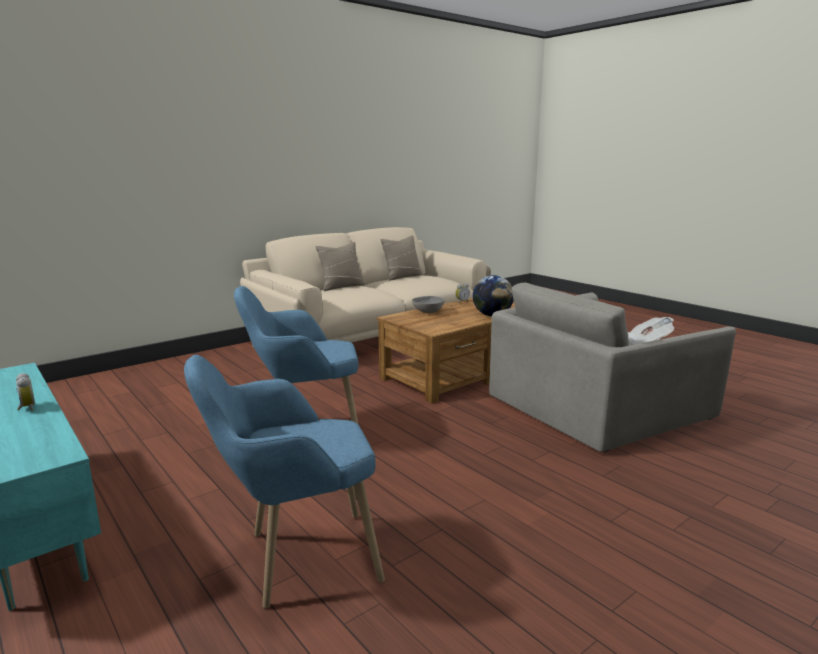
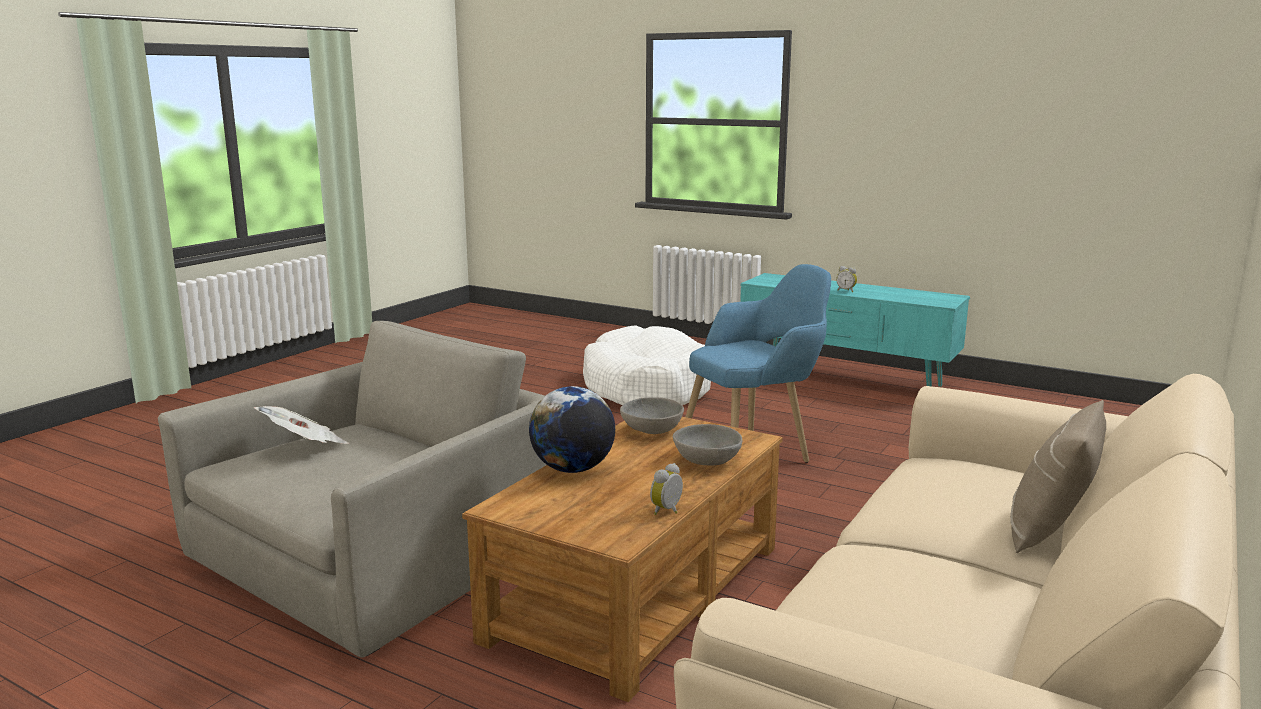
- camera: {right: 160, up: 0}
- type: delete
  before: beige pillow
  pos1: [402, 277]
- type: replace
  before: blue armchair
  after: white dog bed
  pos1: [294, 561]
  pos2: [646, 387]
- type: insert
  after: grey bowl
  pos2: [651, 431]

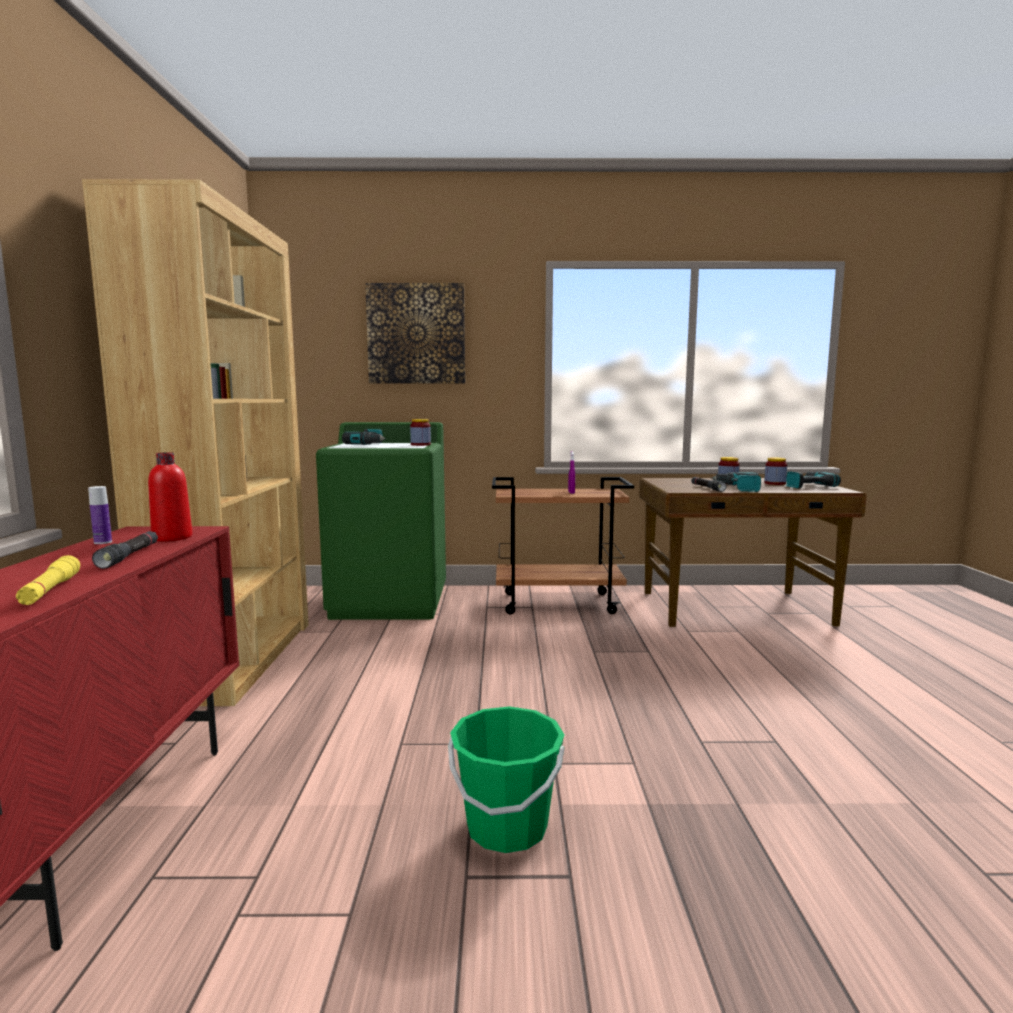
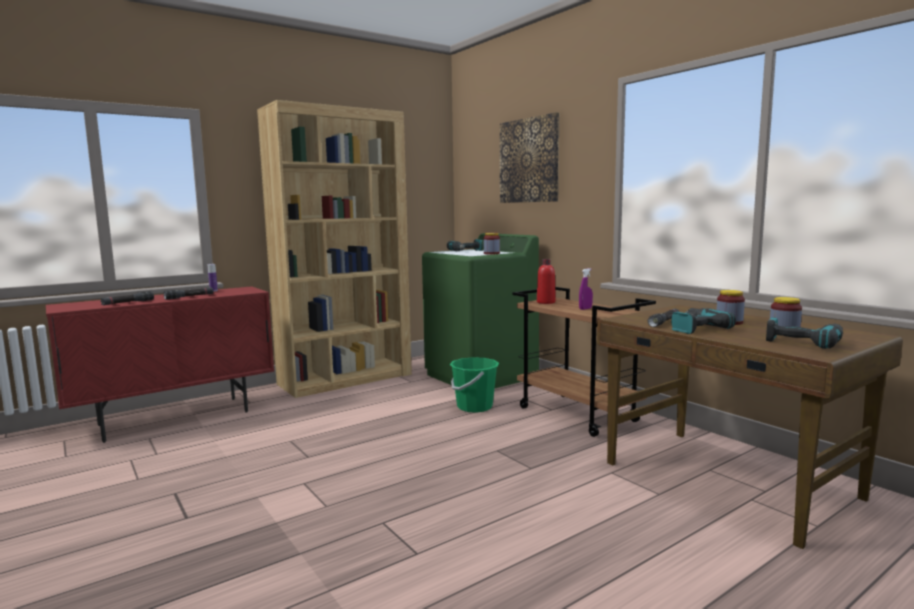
- camera: {right: 55, up: 0}
- type: move
  before: red bottle
  pos1: [172, 538]
  pos2: [546, 302]
- type: recolor
  before: yellow flashlight
  after: black flashlight
  pos1: [50, 590]
  pos2: [128, 303]
- type: move
  before: green bucket
  pos1: [506, 827]
  pos2: [474, 407]

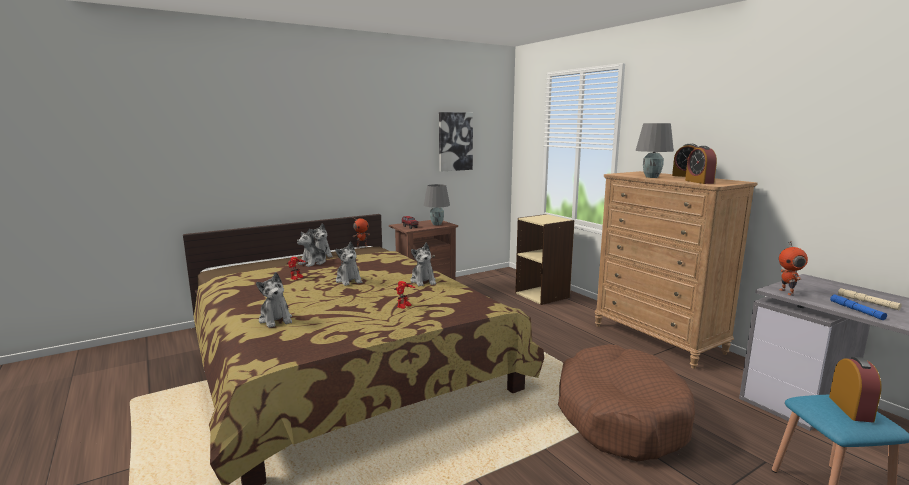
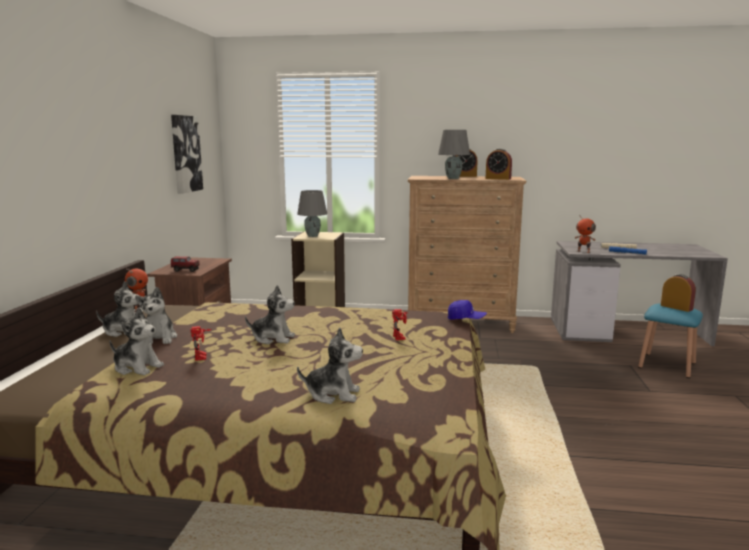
- camera: {right: -50, up: 0}
- type: move
  before: grey table lamp
  pos1: [436, 224]
  pos2: [312, 236]
- type: move
  before: plush toy
  pos1: [423, 281]
  pos2: [137, 367]
- type: delete
  before: brown dog bed
  pos1: [620, 416]
- type: insert
  after: blue cap
  pos2: [466, 319]

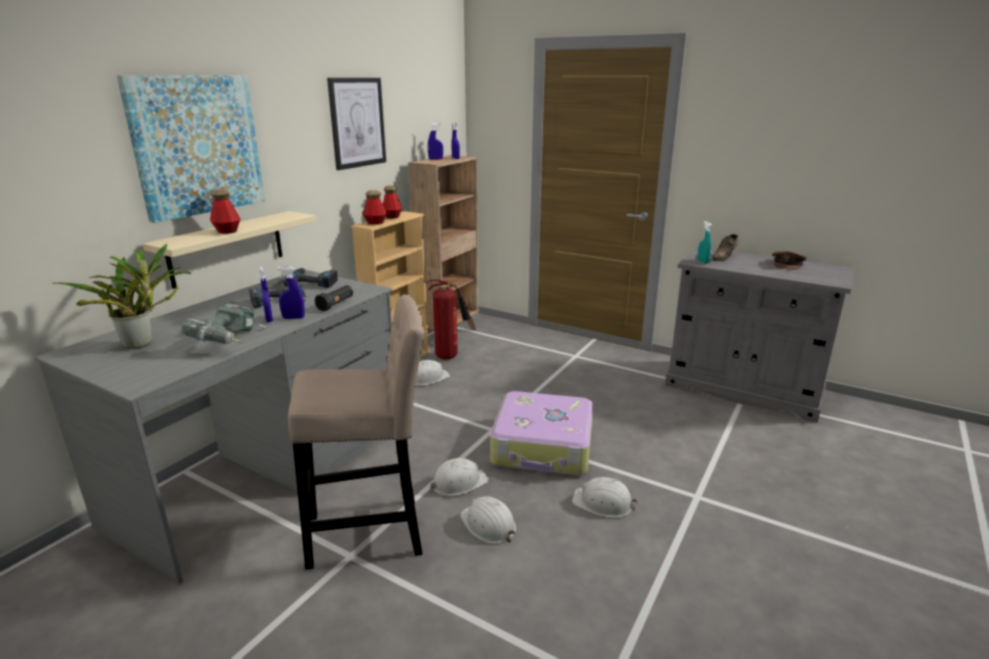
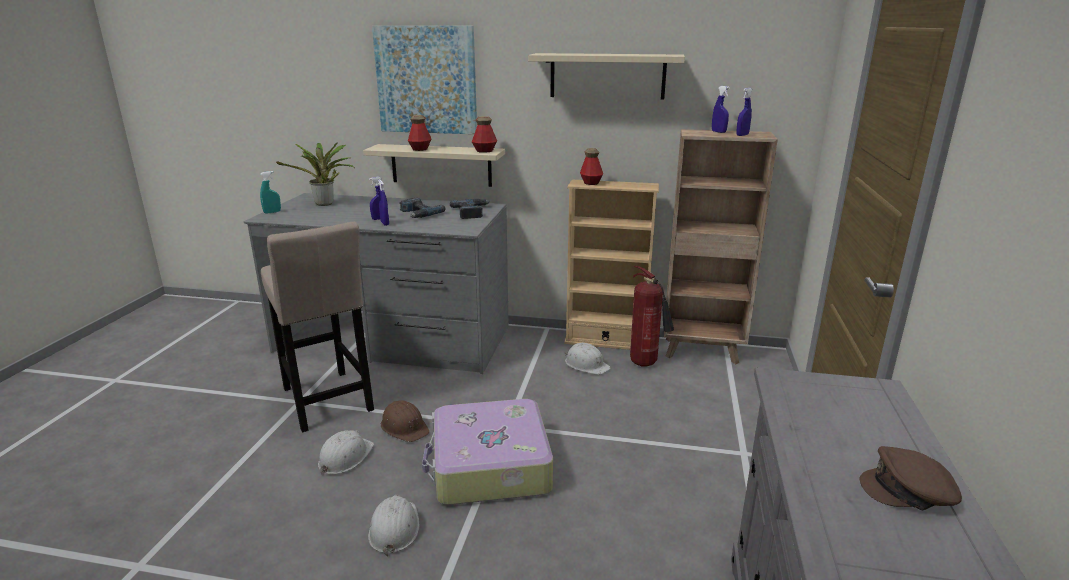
- camera: {right: 70, up: 0}
- type: replace
  before: picture
  after: beige shelf
  pos1: [357, 122]
  pos2: [607, 76]
- type: move
  before: bottle
  pos1: [392, 217]
  pos2: [484, 151]
- type: move
  before: turquoise spray bottle
  pos1: [702, 262]
  pos2: [272, 212]
- type: delete
  before: brown shoe
  pos1: [724, 257]
- type: delete
  before: black flashlight
  pos1: [336, 304]
- type: delete
  before: power drill
  pos1: [230, 341]
- type: recolor
  before: white hard hat
  after: brown hard hat
  pos1: [459, 483]
  pos2: [404, 427]

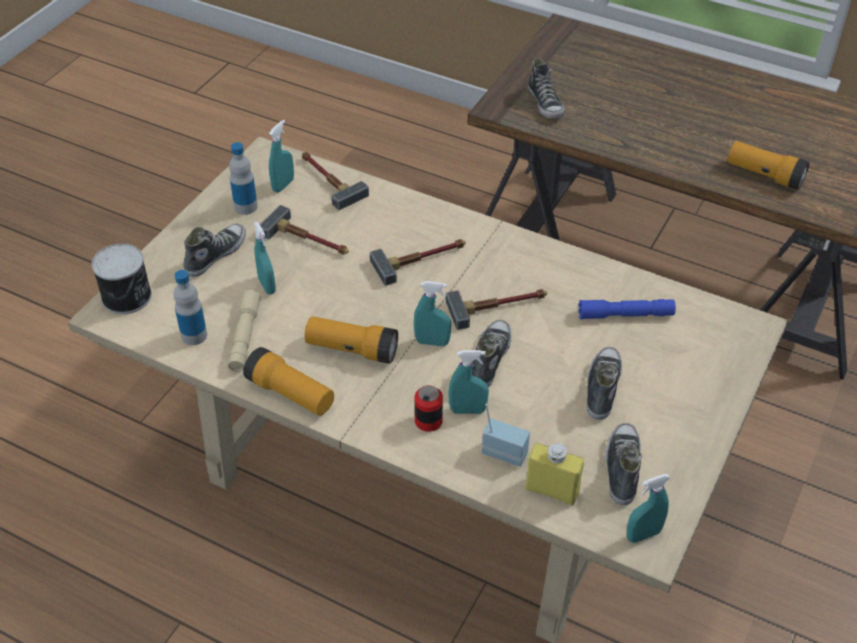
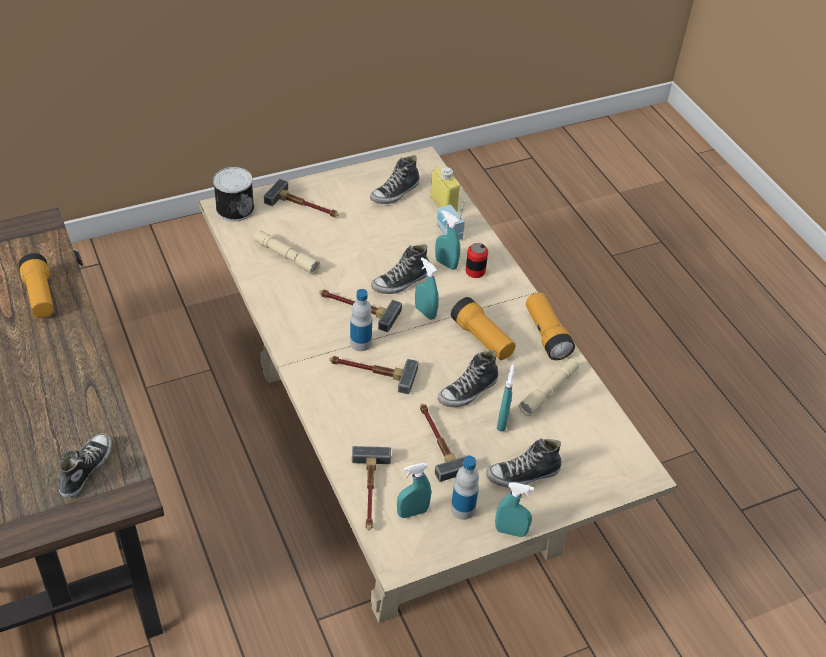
- camera: {right: -145, up: 0}
- type: move
  before: can
  pos1: [128, 297]
  pos2: [234, 208]
- type: move
  before: bottle
  pos1: [194, 335]
  pos2: [360, 343]
- type: recolor
  before: blue flashlight
  after: beige flashlight
  pos1: [625, 315]
  pos2: [286, 257]
- type: move
  before: shoe
  pos1: [602, 388]
  pos2: [468, 391]
- type: move
  before: turquoise spray bottle
  pos1: [643, 534]
  pos2: [510, 531]
- type: insert
  after: hammer
  pos2: [304, 206]

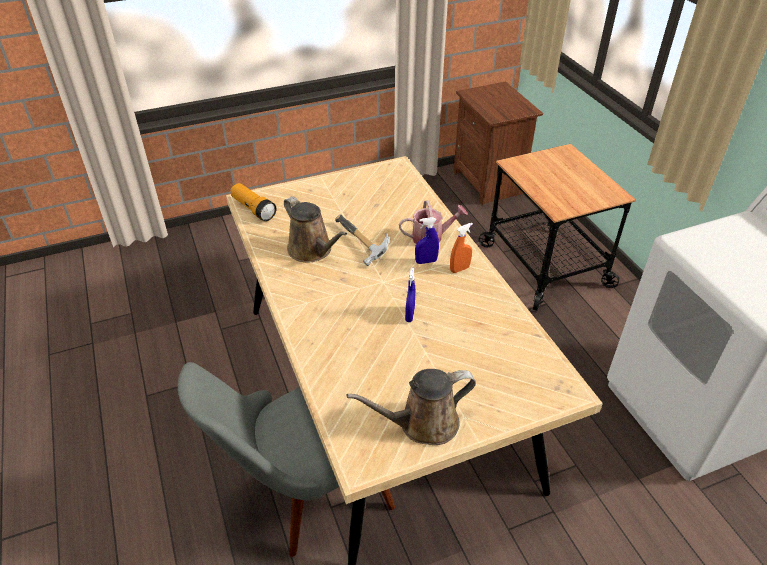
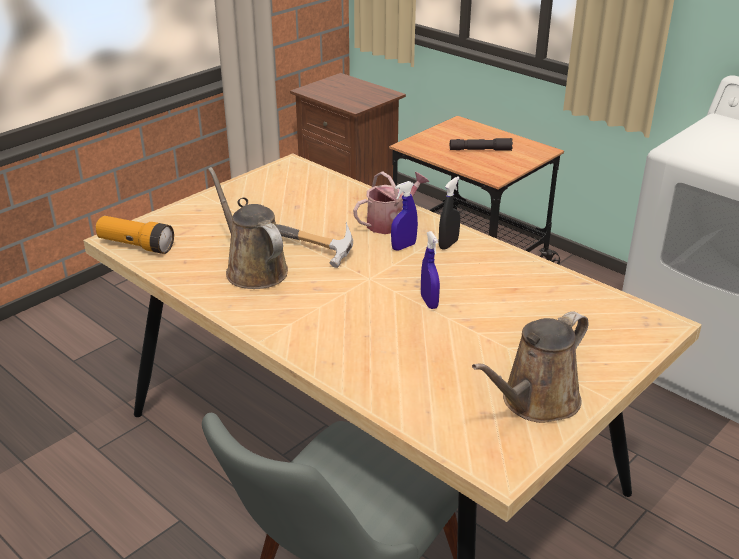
- camera: {right: -25, up: -10}
- type: rotate
  before: brown watering can
  pos1: [312, 250]
  pos2: [253, 269]
  turn: -150
- type: recolor
  before: orange spray bottle
  after: black spray bottle
  pos1: [459, 269]
  pos2: [448, 244]
- type: insert
  after: black flashlight
  pos2: [480, 150]

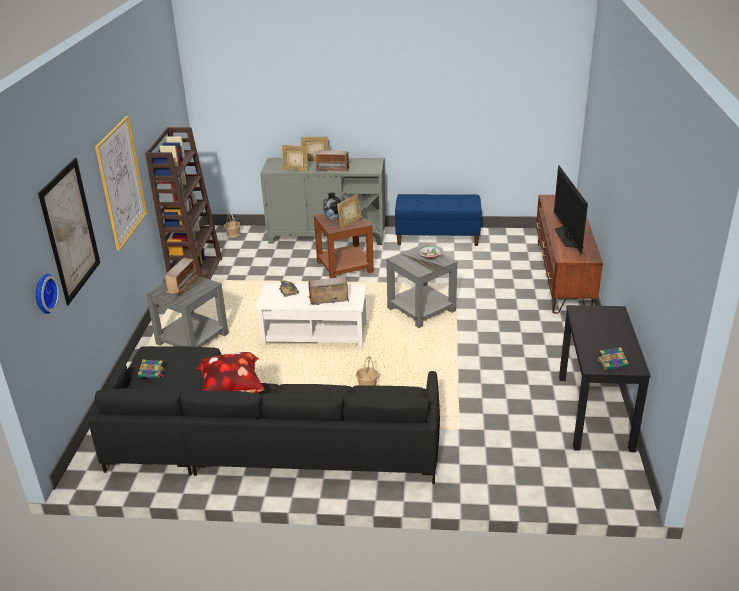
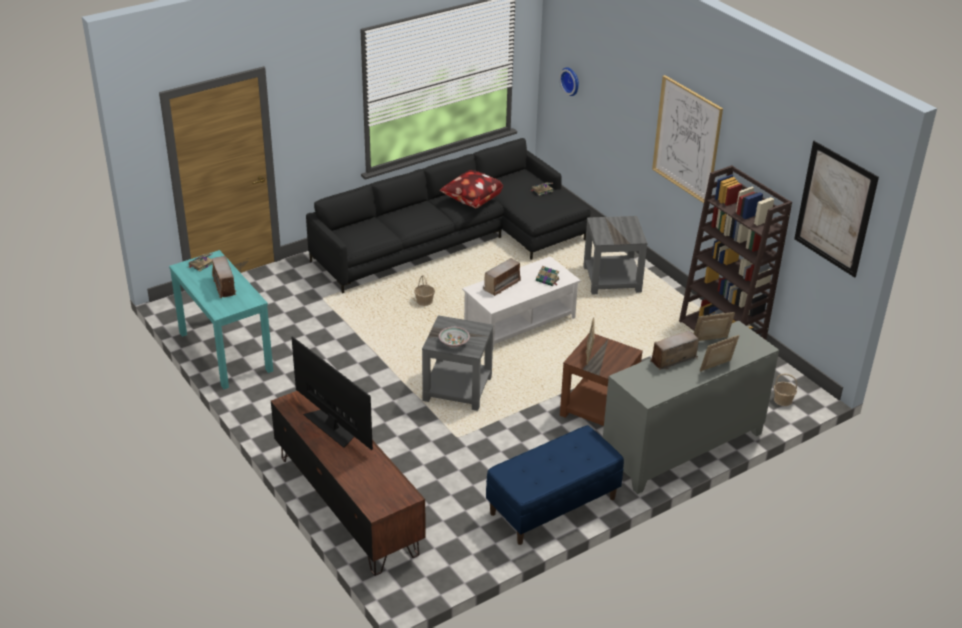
- camera: {right: 140, up: 5}
- type: move
  before: picture
  pos1: [71, 230]
  pos2: [835, 209]
- type: delete
  before: vase
  pos1: [332, 219]
- type: move
  before: radio
  pos1: [182, 285]
  pos2: [224, 286]
- type: recolor
  before: black console table
  after: turquoise console table
  pos1: [595, 412]
  pos2: [225, 351]

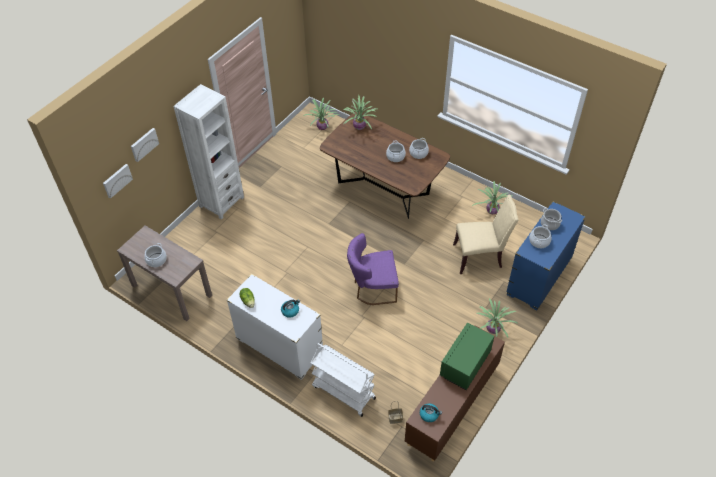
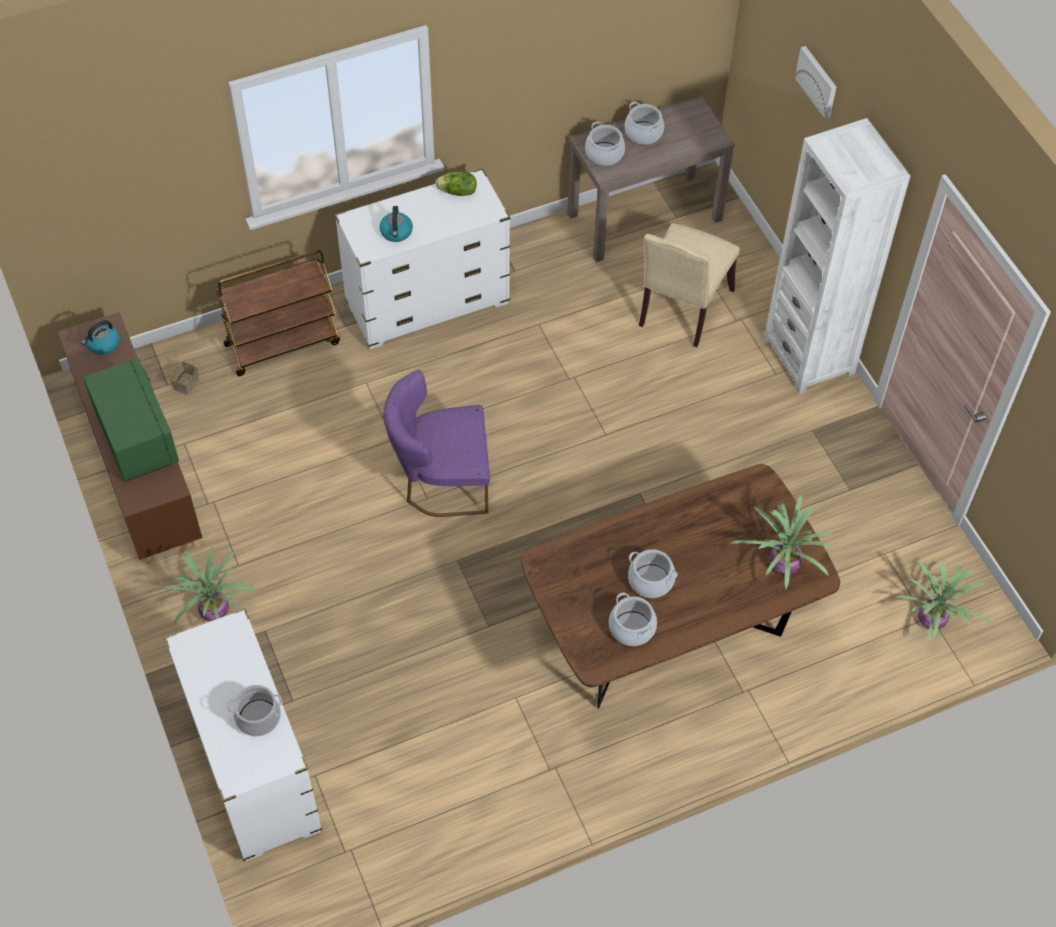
- camera: {right: 120, up: 5}
- type: delete
  before: picture
  pos1: [117, 180]
- type: delete
  before: potted plant
  pos1: [491, 211]
- type: move
  before: beige chair
  pos1: [480, 256]
  pos2: [682, 310]
- type: recolor
  before: blue dresser
  after: white dresser
  pos1: [539, 277]
  pos2: [254, 769]
- type: move
  before: cooking pot
  pos1: [539, 241]
  pos2: [604, 154]
- type: rotate
  before: purple chair
  pos1: [372, 288]
  pos2: [441, 482]
  turn: -120
- type: recolor
  before: white cart
  after: brown cart
  pos1: [343, 392]
  pos2: [283, 343]

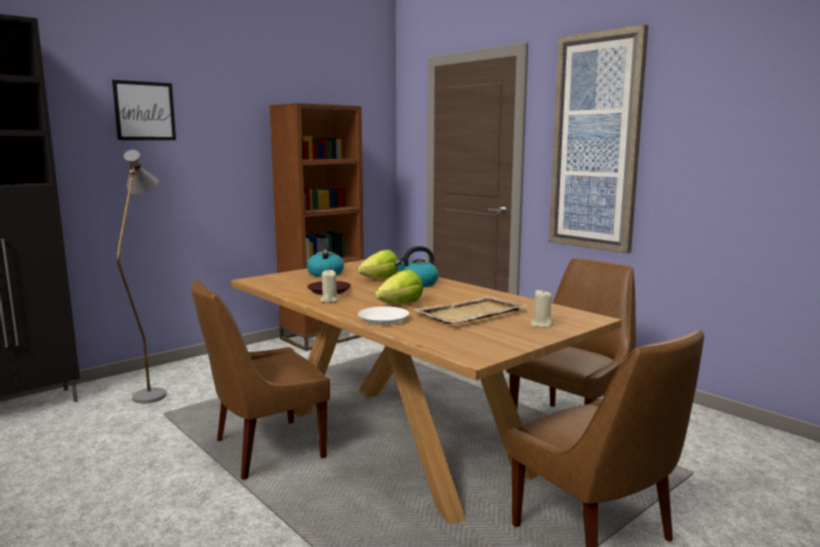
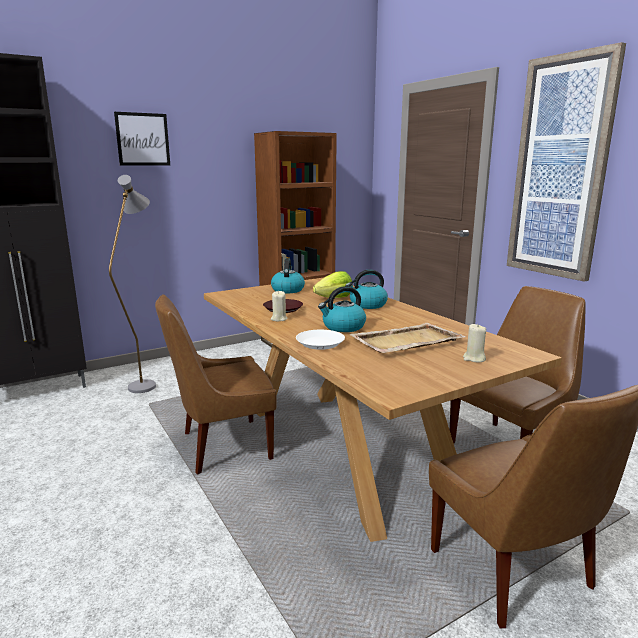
- camera: {right: 10, up: 5}
- type: replace
  before: lettuce
  after: kettle
  pos1: [401, 304]
  pos2: [343, 327]

